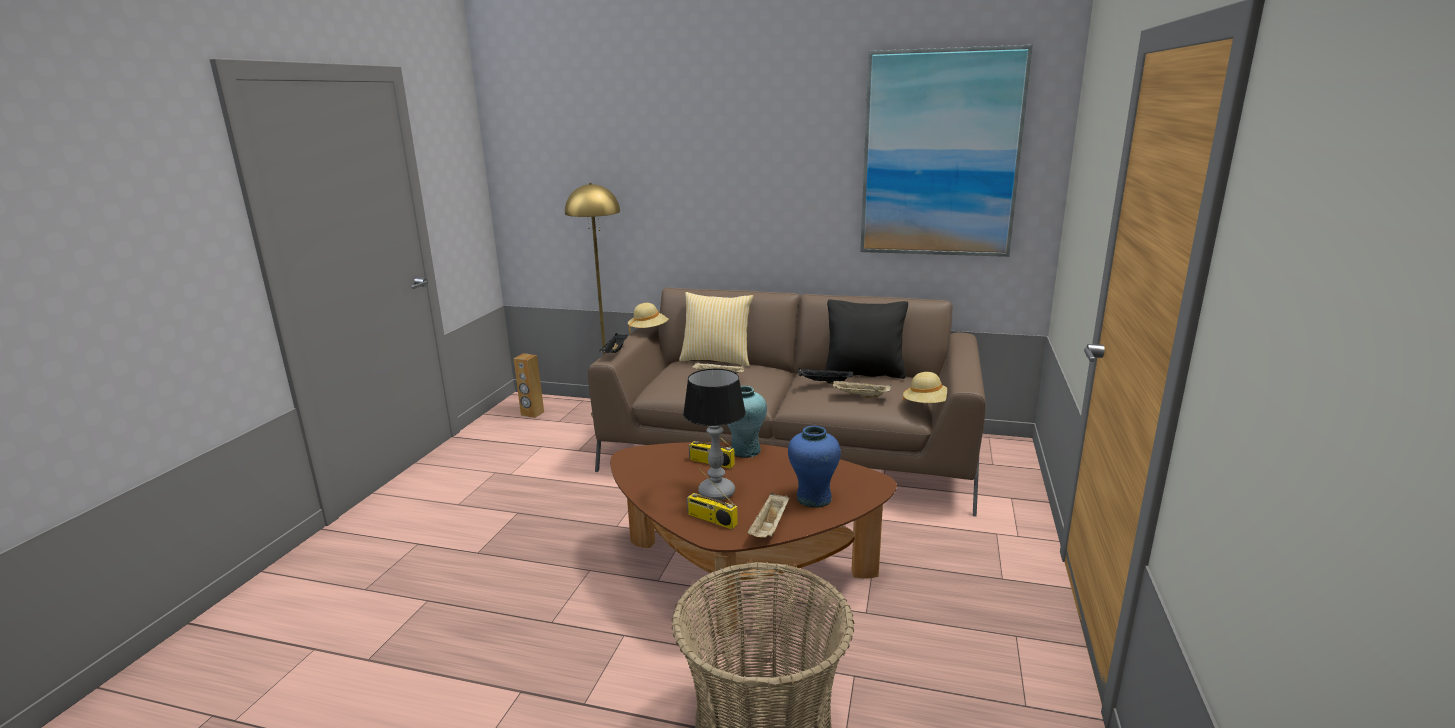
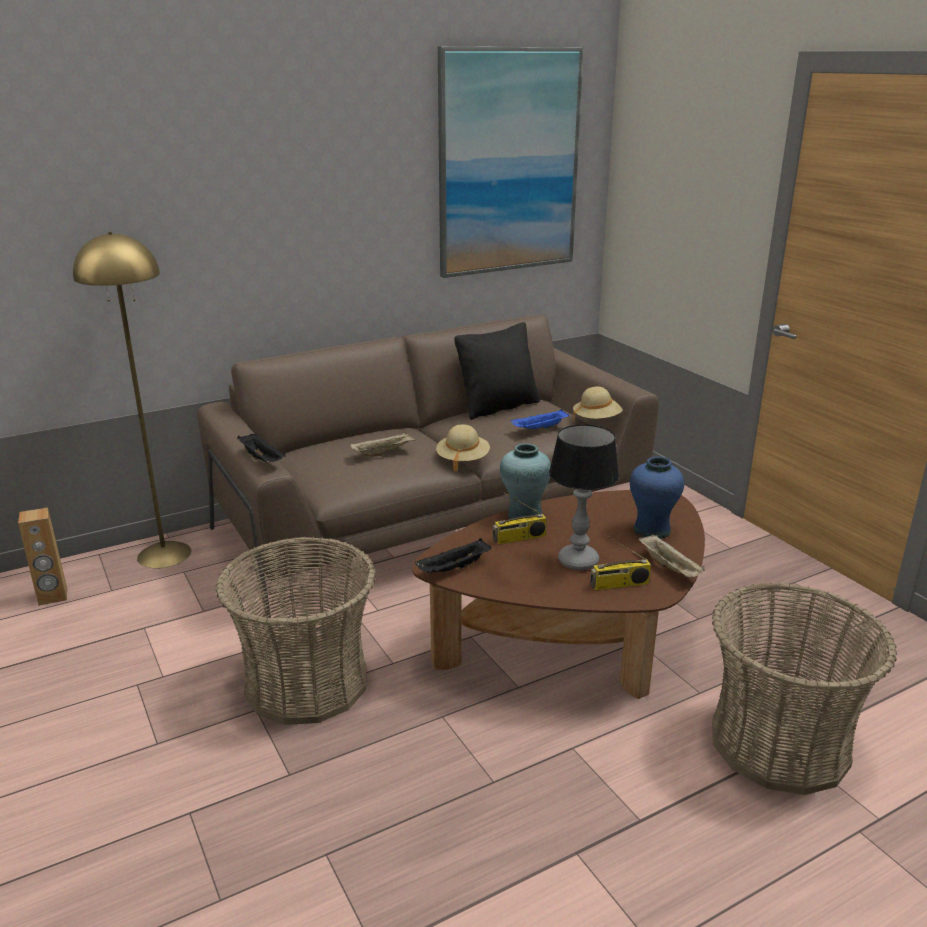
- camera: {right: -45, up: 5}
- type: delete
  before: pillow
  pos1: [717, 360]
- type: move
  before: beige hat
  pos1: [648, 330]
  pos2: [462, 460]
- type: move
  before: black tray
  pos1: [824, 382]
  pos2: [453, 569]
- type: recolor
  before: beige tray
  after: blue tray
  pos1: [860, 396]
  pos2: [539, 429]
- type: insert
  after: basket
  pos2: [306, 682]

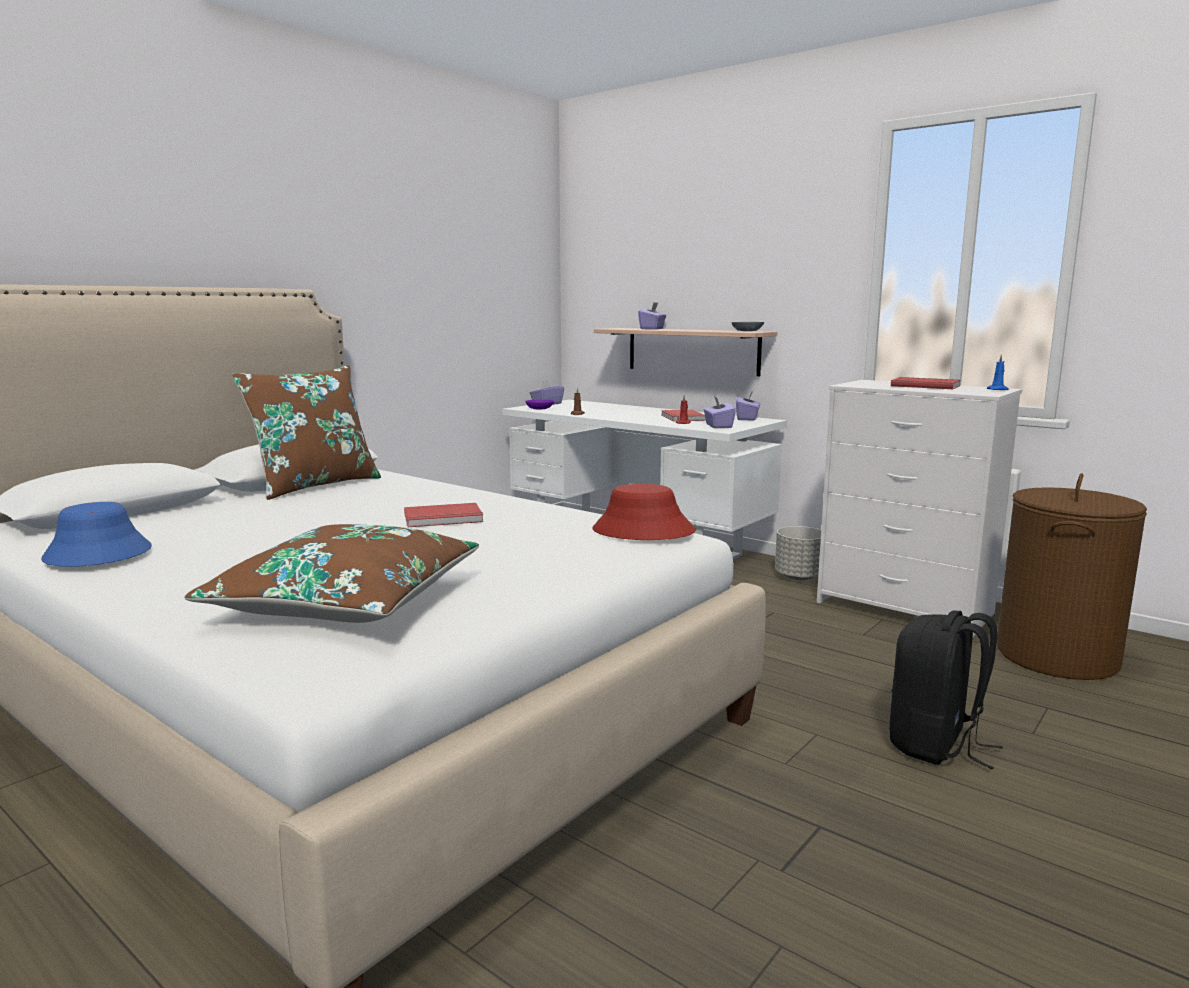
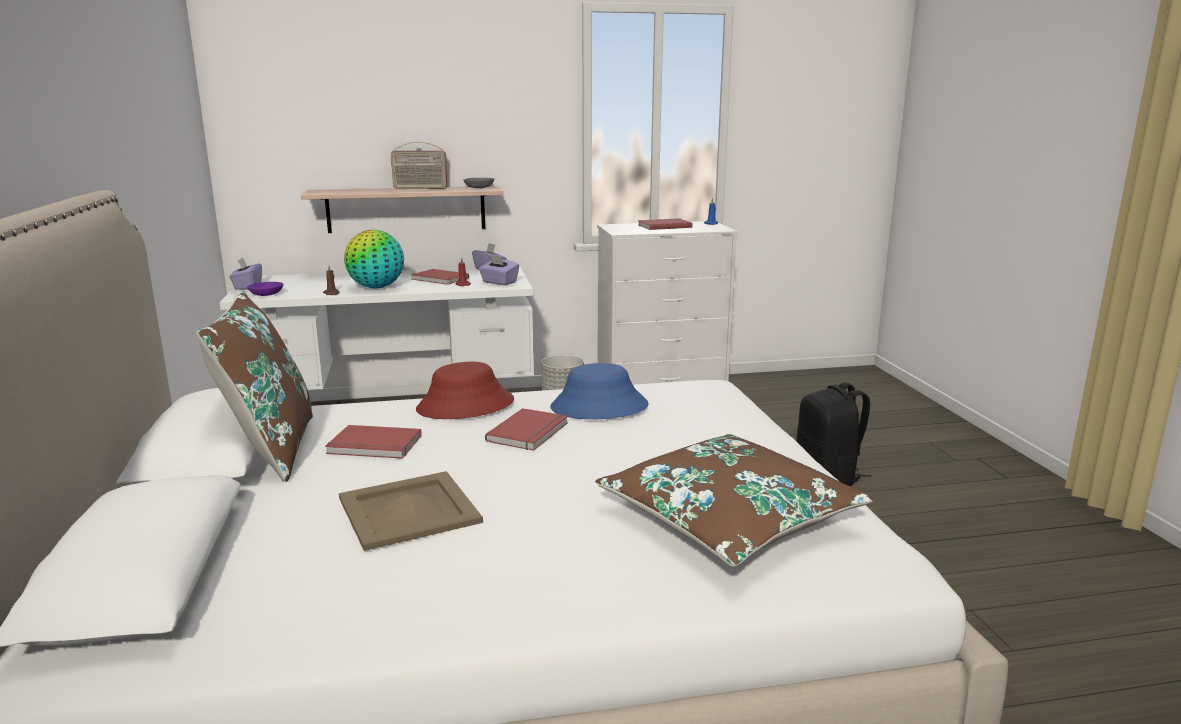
- camera: {right: -50, up: 5}
- type: delete
  before: purple tissue box
  pos1: [652, 329]
- type: delete
  before: brown laundry basket
  pos1: [1056, 656]
- type: move
  before: red hat
  pos1: [642, 531]
  pos2: [465, 406]
- type: move
  before: blue hat
  pos1: [97, 554]
  pos2: [599, 407]
- type: insert
  after: radio
  pos2: [420, 188]
- type: insert
  after: globe
  pos2: [376, 287]
- type: insert
  after: red book
  pos2: [374, 446]
- type: insert
  after: beige tray
  pos2: [410, 510]

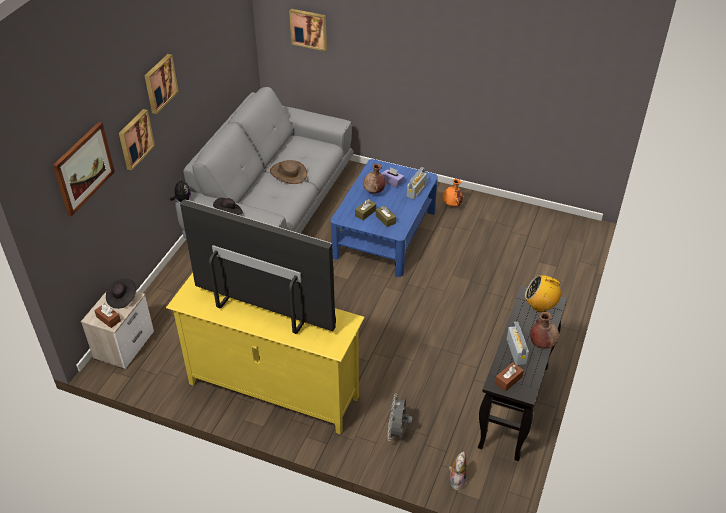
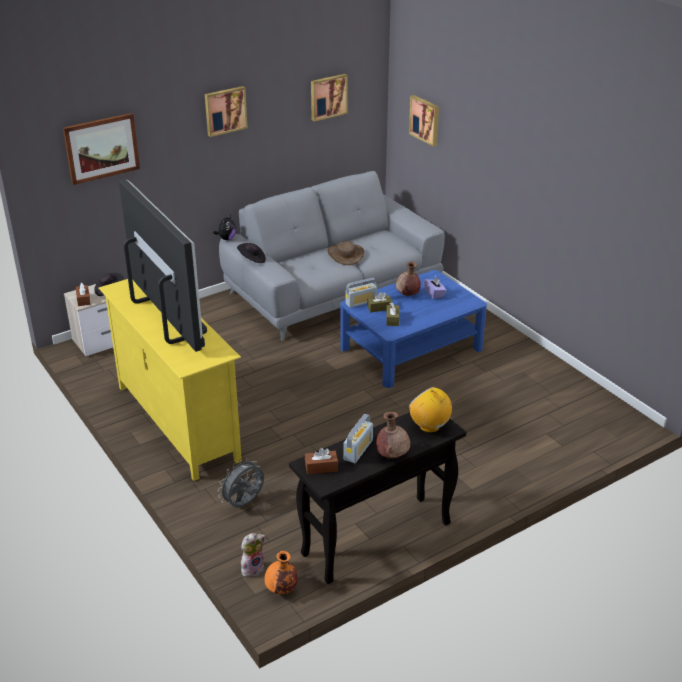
- camera: {right: 35, up: -10}
- type: move
  before: picture
  pos1: [135, 139]
  pos2: [328, 96]
- type: move
  before: radio
  pos1: [416, 190]
  pos2: [361, 302]
- type: move
  before: orange vase
  pos1: [452, 205]
  pos2: [281, 589]

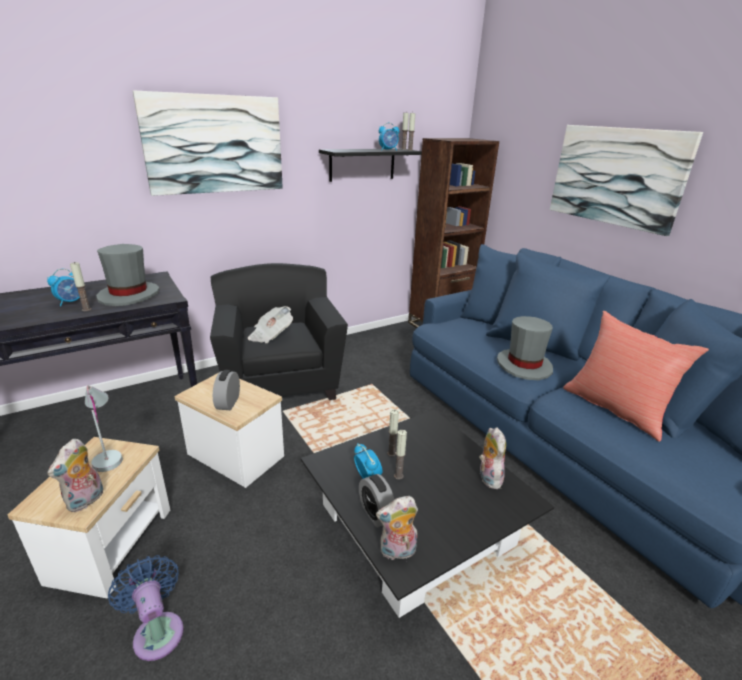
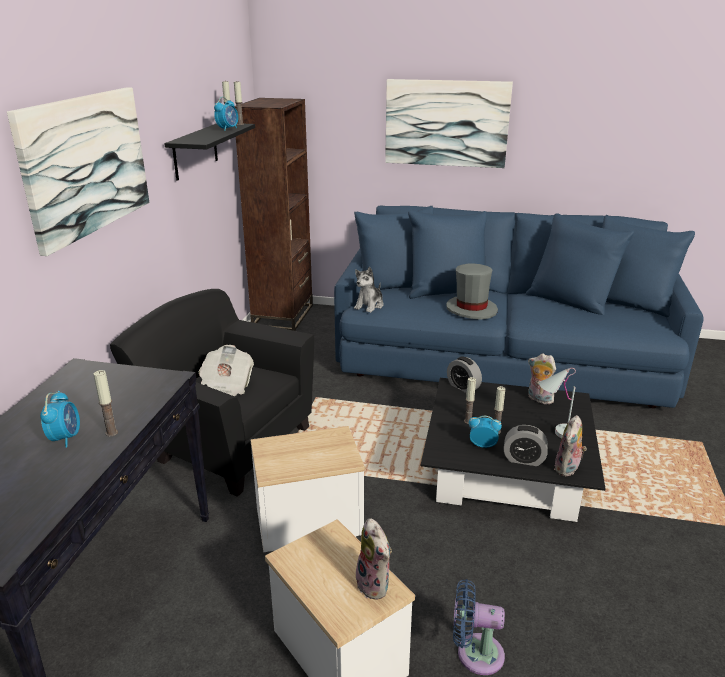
- camera: {right: -45, up: 0}
- type: delete
  before: grey hat
  pos1: [129, 295]
- type: delete
  before: red pillow
  pos1: [615, 409]
- type: move
  before: alarm clock
  pos1: [228, 403]
  pos2: [463, 387]
- type: move
  before: white table lamp
  pos1: [108, 454]
  pos2: [555, 431]
- type: insert
  after: plush toy
  pos2: [369, 305]

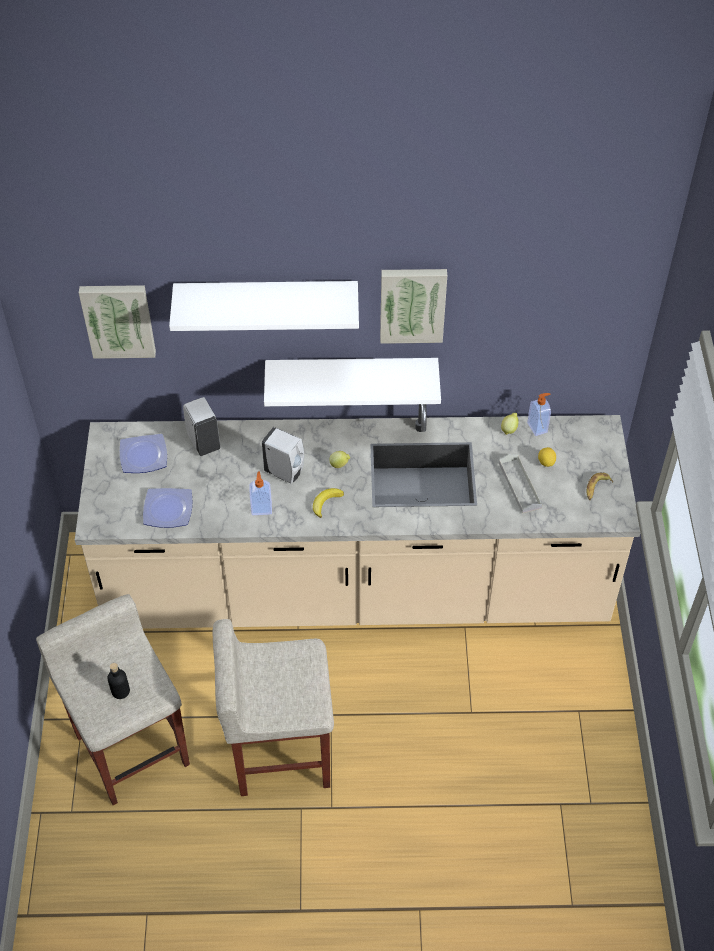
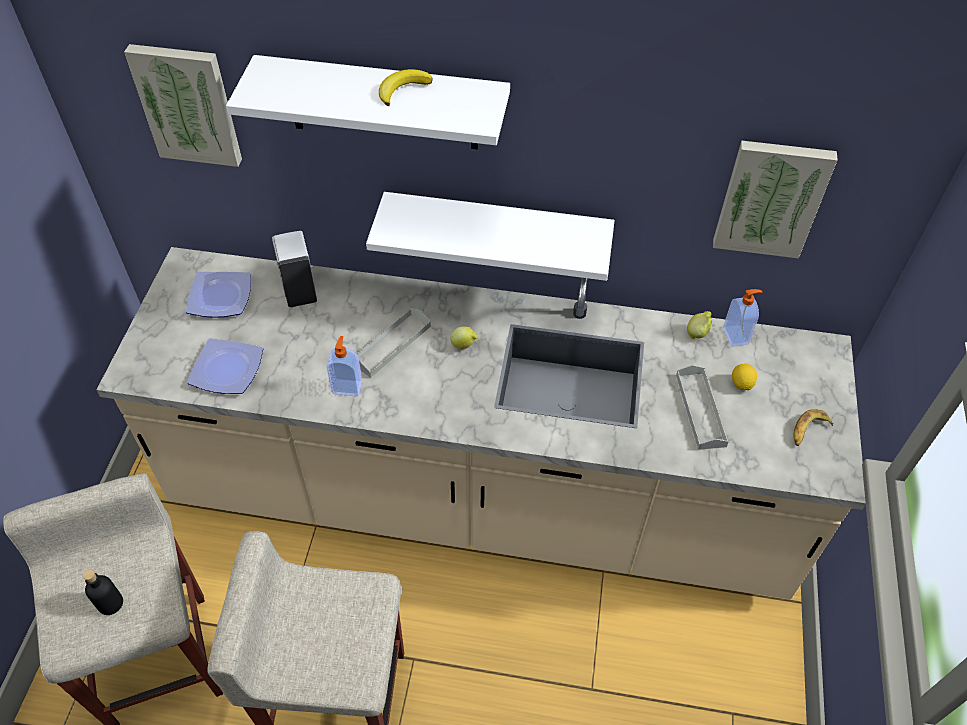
- camera: {right: 10, up: 0}
- type: move
  before: picture
  pos1: [412, 303]
  pos2: [771, 197]
- type: replace
  before: white soap dispenser
  after: grey tray
  pos1: [285, 472]
  pos2: [391, 344]
- type: move
  before: banana
  pos1: [326, 503]
  pos2: [402, 89]

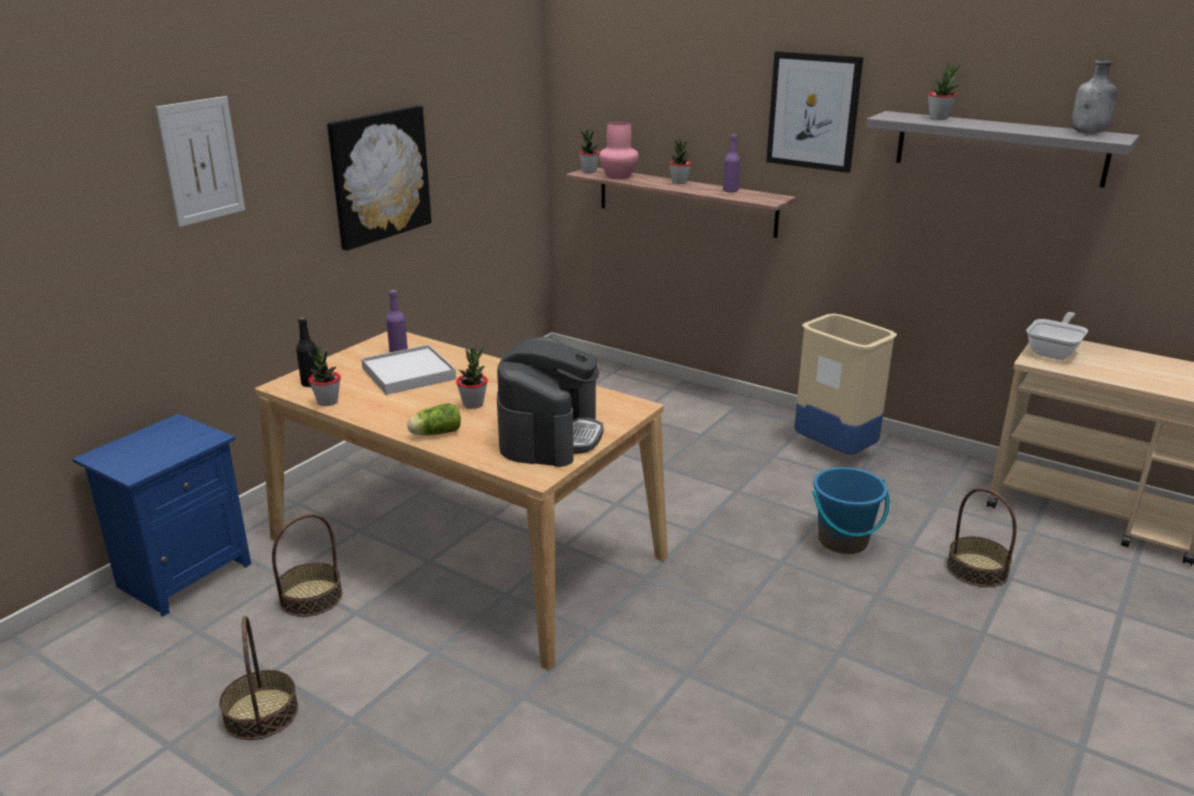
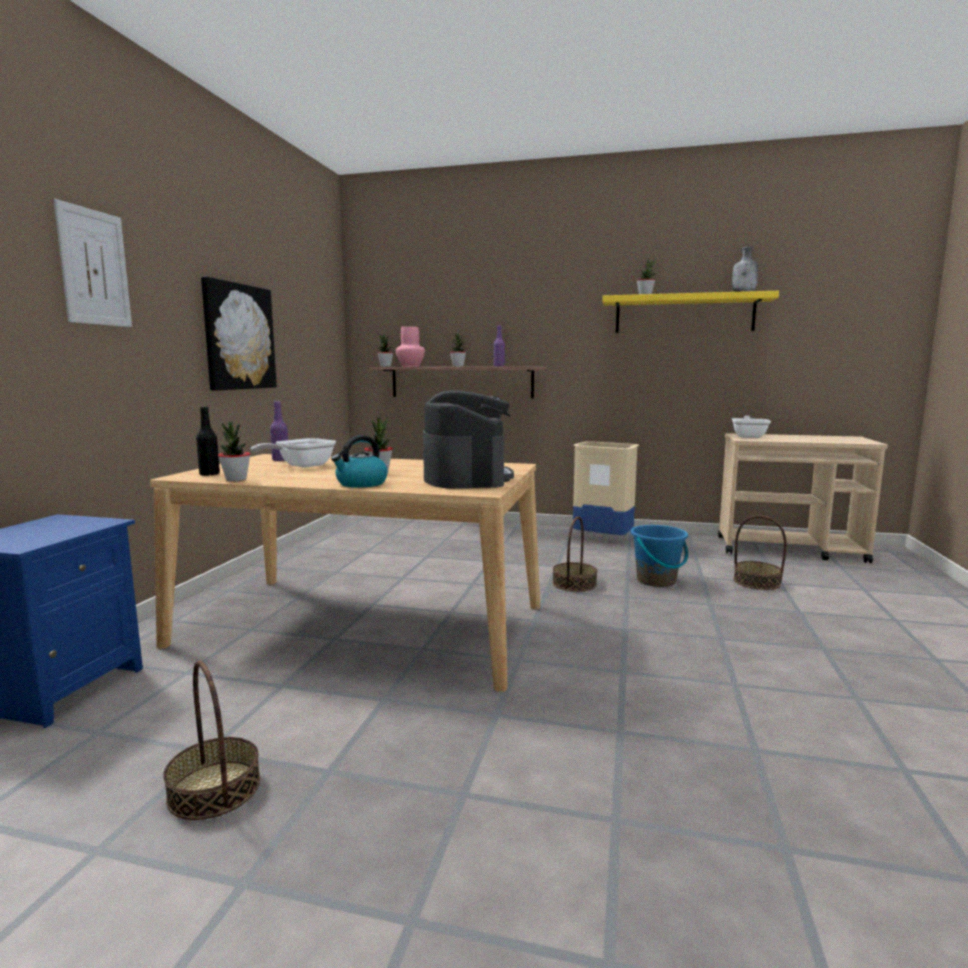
- camera: {right: -20, up: -15}
- type: delete
  before: picture
  pos1: [813, 111]
- type: recolor
  before: grey shelf
  after: yellow shelf
  pos1: [999, 148]
  pos2: [684, 314]
- type: replace
  before: white tray
  after: frying pan
  pos1: [408, 373]
  pos2: [301, 466]
- type: replace
  before: lettuce
  after: kettle
  pos1: [434, 433]
  pos2: [361, 484]
- type: move
  before: basket
  pos1: [311, 597]
  pos2: [574, 584]

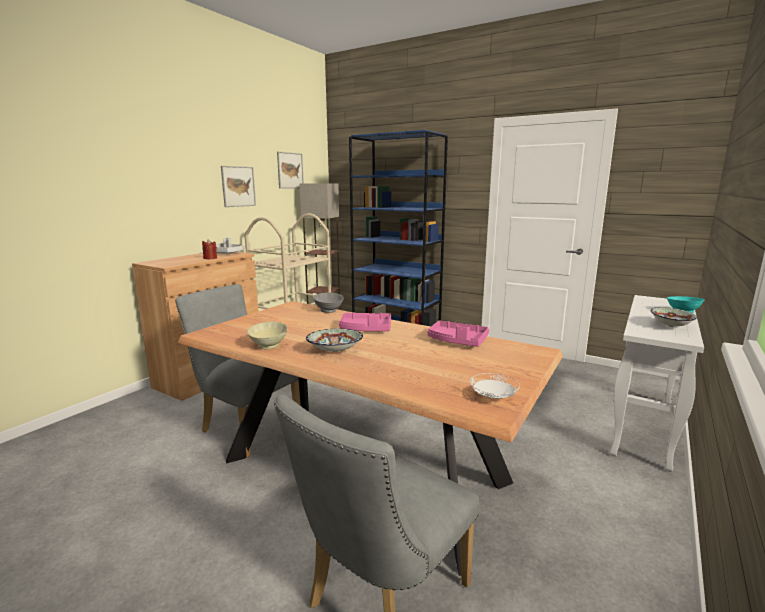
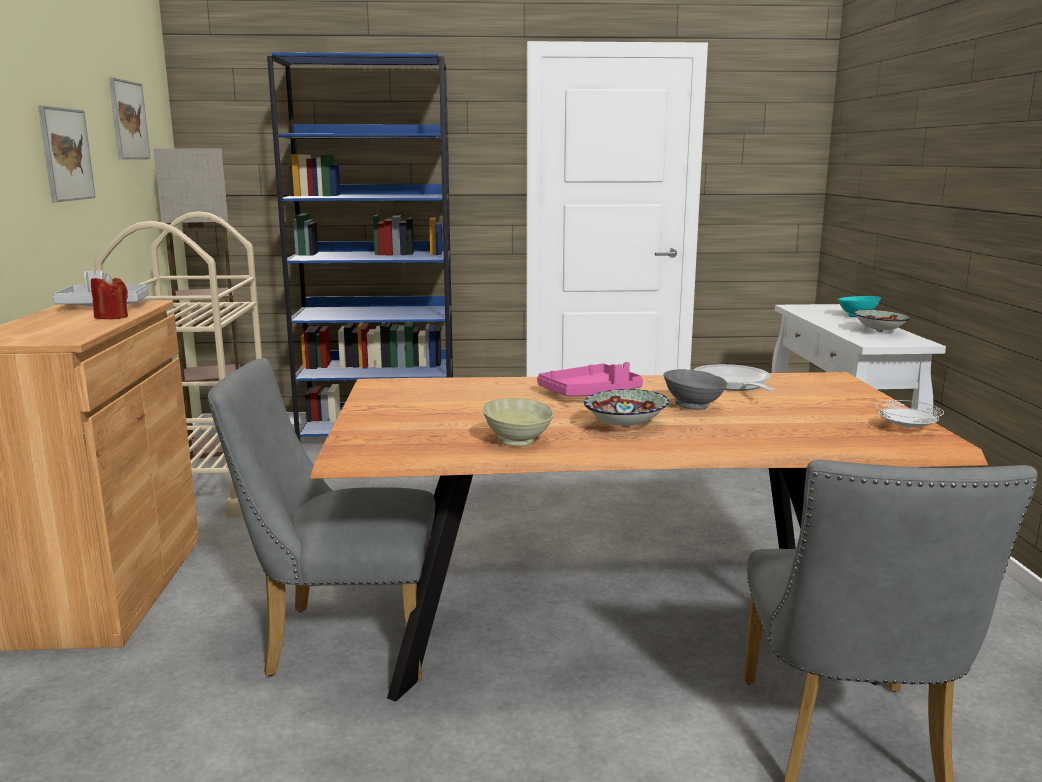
- camera: {right: -35, up: 0}
- type: move
  before: grey bowl
  pos1: [328, 311]
  pos2: [694, 406]
- type: replace
  before: pink tray
  after: frying pan
  pos1: [457, 341]
  pos2: [733, 385]

